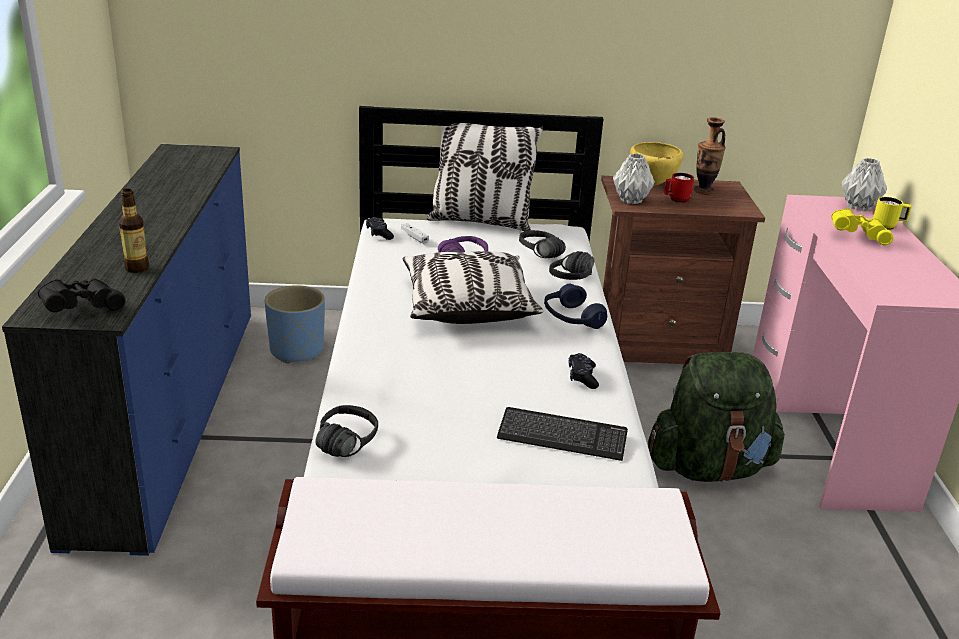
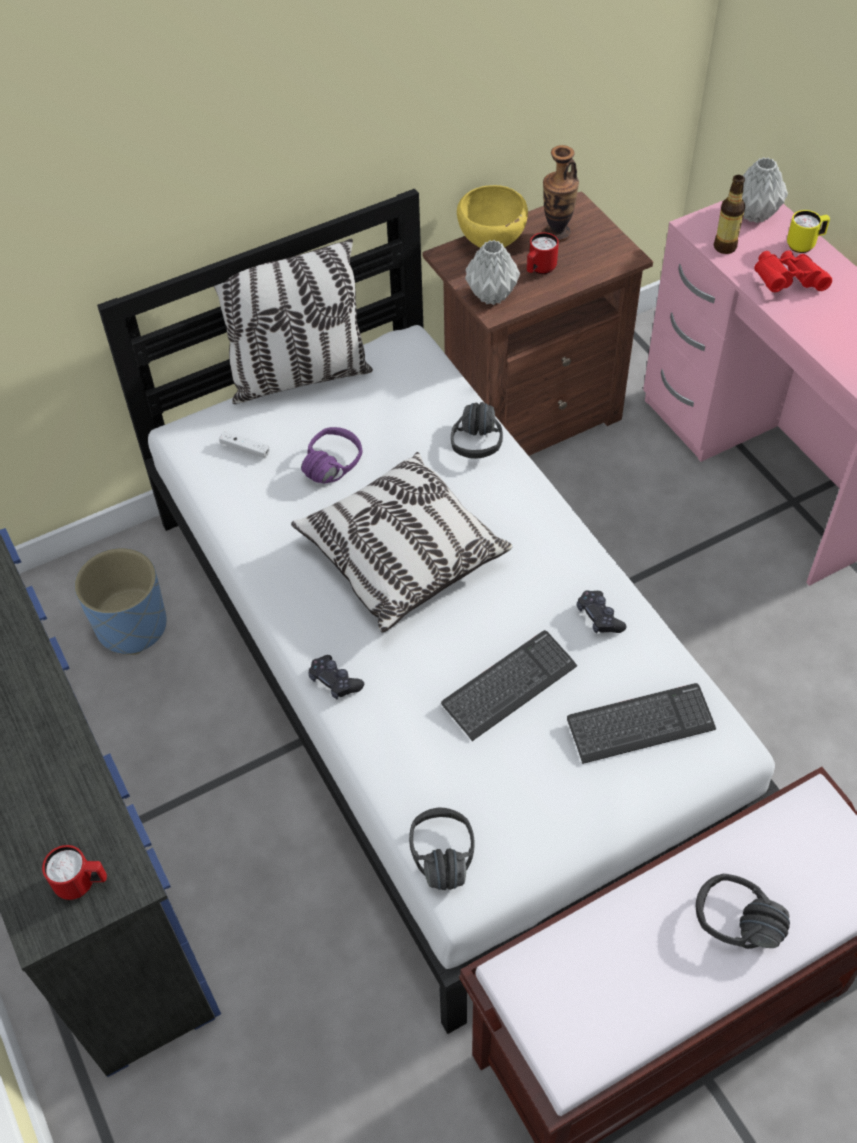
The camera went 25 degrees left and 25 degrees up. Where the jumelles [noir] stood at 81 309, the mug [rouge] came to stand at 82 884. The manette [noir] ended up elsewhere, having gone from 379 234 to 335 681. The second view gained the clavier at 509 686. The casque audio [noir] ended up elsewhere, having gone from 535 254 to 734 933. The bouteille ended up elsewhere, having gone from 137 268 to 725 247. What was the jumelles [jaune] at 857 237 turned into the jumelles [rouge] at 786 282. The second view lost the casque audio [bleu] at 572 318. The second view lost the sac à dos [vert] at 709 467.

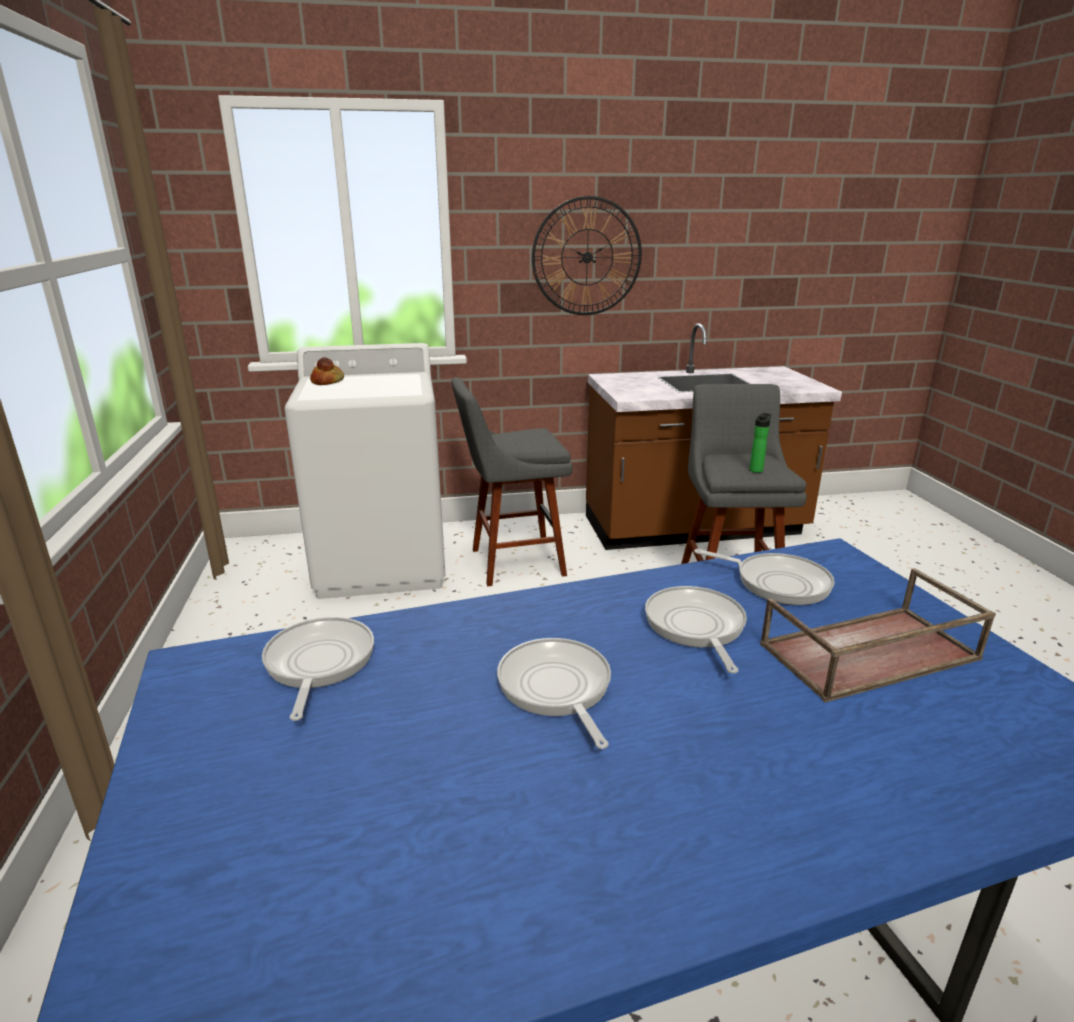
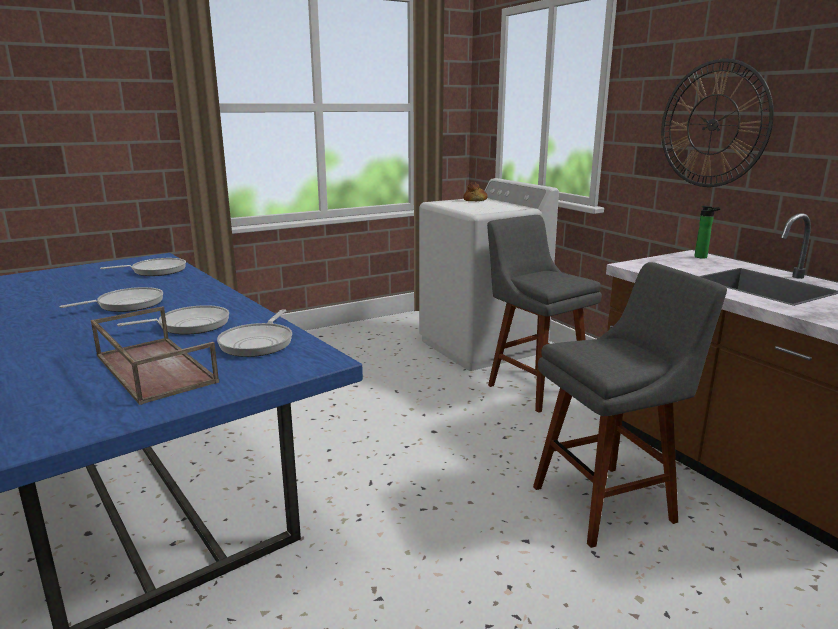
The camera went 70 degrees right and 5 degrees down. The bouteille ended up elsewhere, having gone from 756 469 to 702 257.

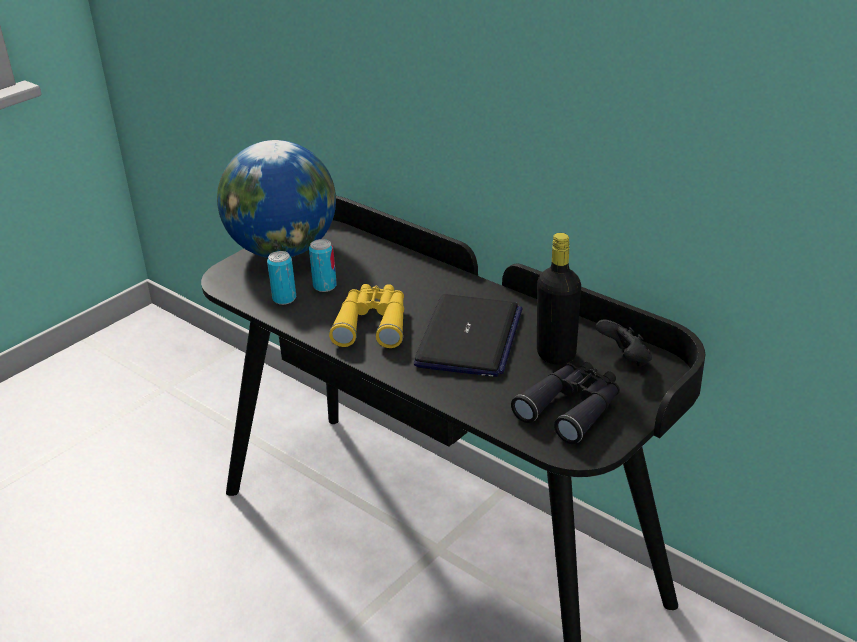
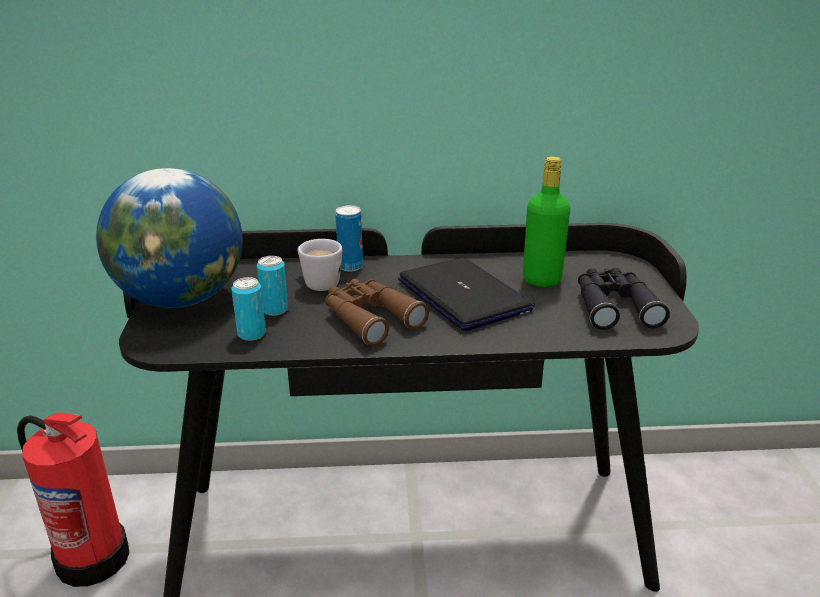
The camera went 45 degrees left and 5 degrees down. The second view gained the extincteur at 91 556. The second view gained the mug [blanc] at 317 282. What was the jumelles [jaune] at 372 323 turned into the jumelles [marron] at 369 318. The second view gained the boîte métallique at 350 266. What was the bouteille [noir] at 556 354 turned into the bouteille [vert] at 541 280. The second view lost the manette [noir] at 625 359.

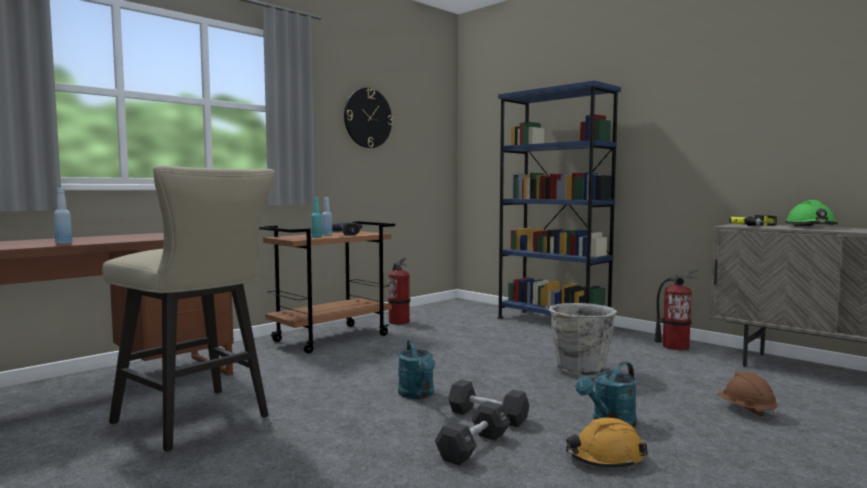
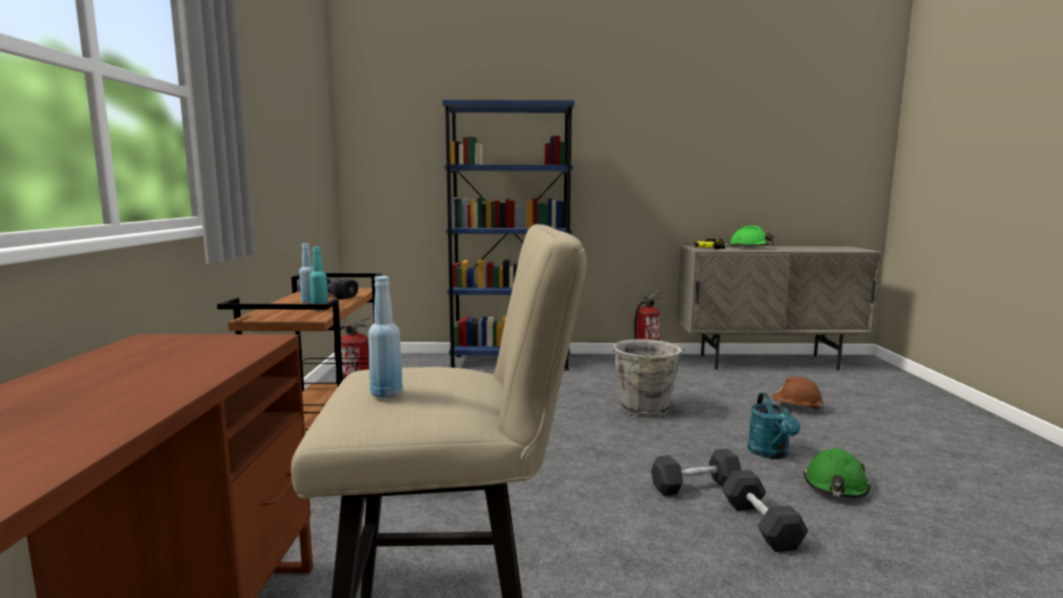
The camera went 45 degrees left and 5 degrees up. The bouteille [bleu] ended up elsewhere, having gone from 64 243 to 386 394. What was the casque de chantier [orange] at 605 458 turned into the casque de chantier [vert] at 835 486. The second view lost the horloge murale at 367 118. The second view lost the arrosoir [turquoise] at 418 395.

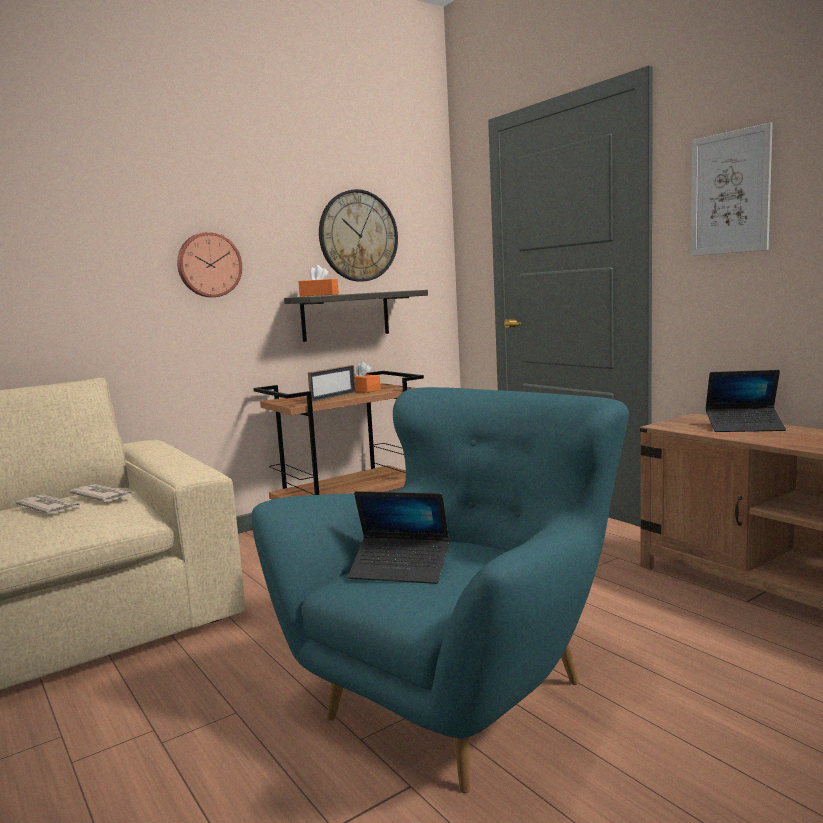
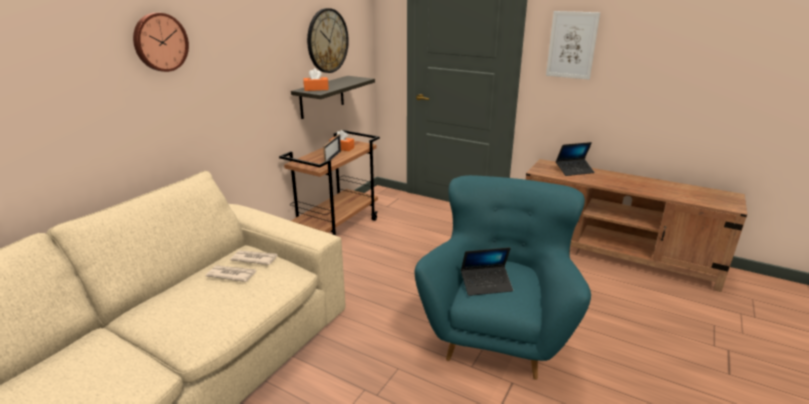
The camera went 25 degrees left and 15 degrees up. The horloge murale ended up elsewhere, having gone from 209 265 to 160 42.

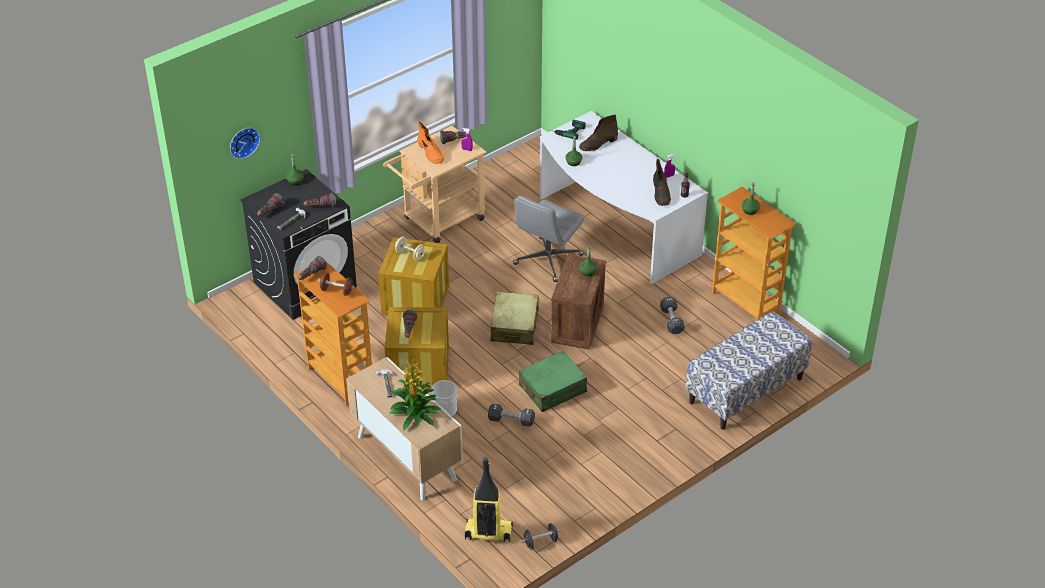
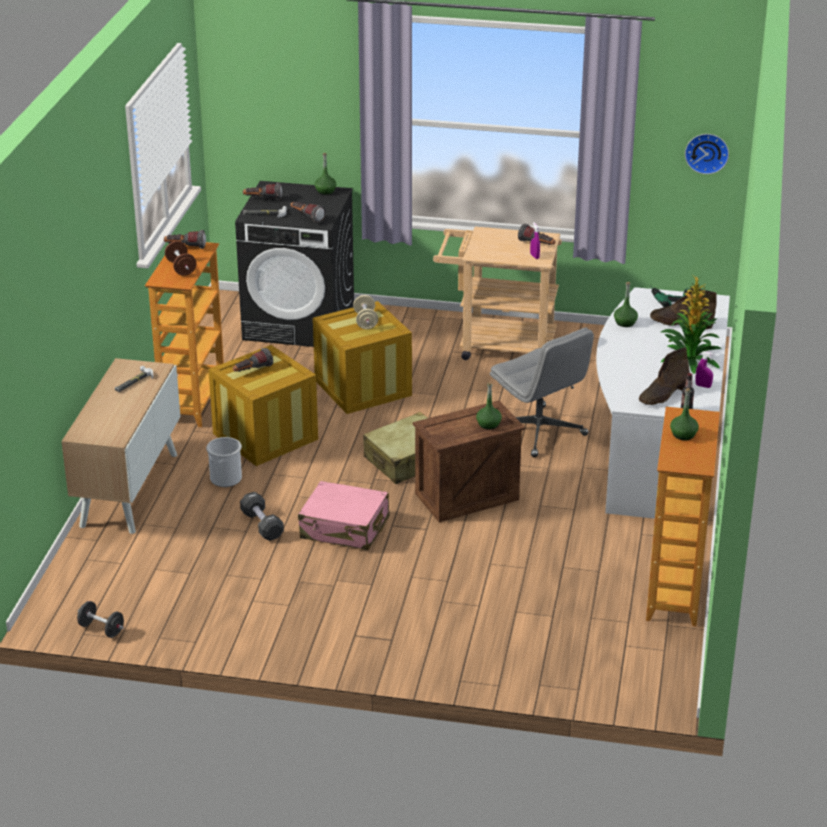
The camera went 50 degrees right and 10 degrees down. What was the valise [vert] at 553 389 turned into the valise [rose] at 345 528. The chaise de bureau [gris] at 547 260 ended up facing another way, 120 degrees counterclockwise from before. The plante en pot ended up elsewhere, having gone from 414 415 to 689 360. The horloge murale ended up elsewhere, having gone from 243 141 to 707 152. The second view lost the botte [orange] at 431 153. The second view lost the aspirateur at 488 533. The second view lost the haltère [noir] at 671 321. The second view lost the banc at 746 391.

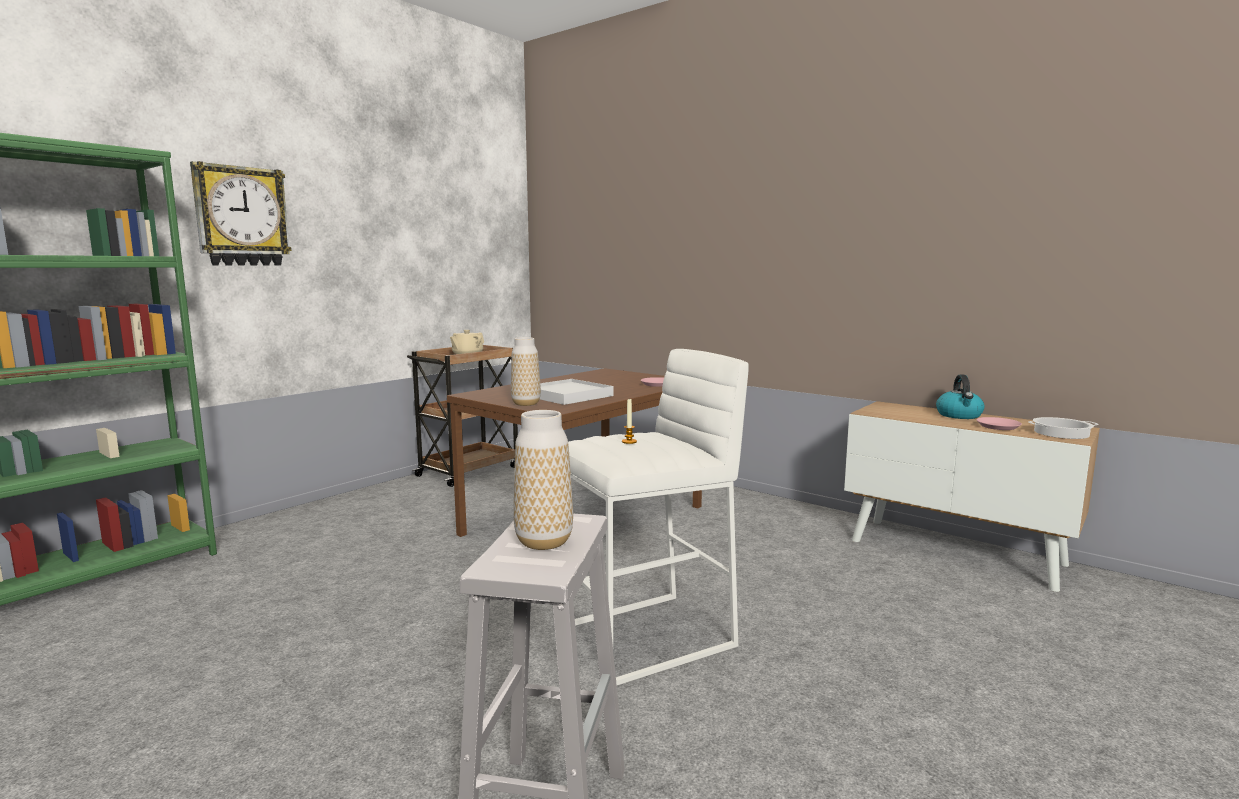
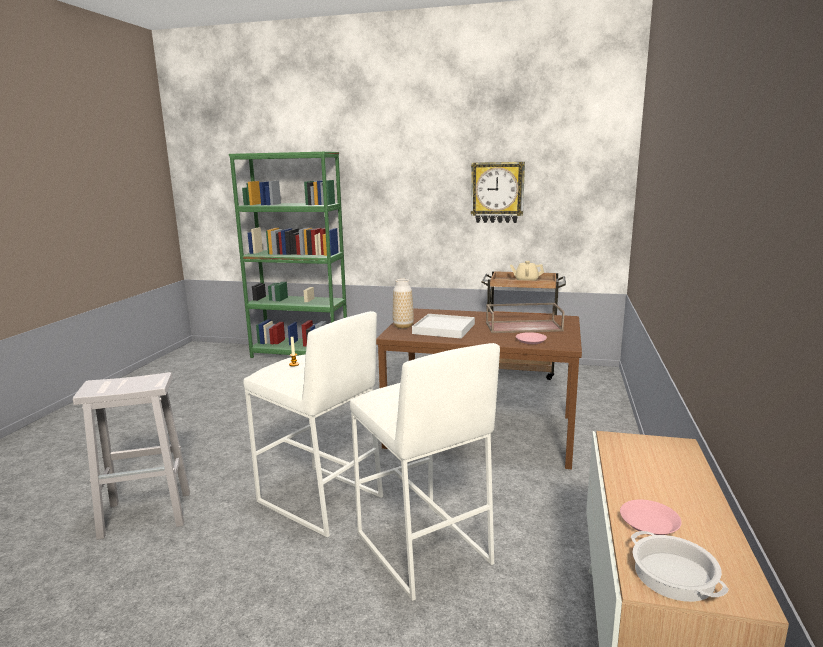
The camera went 65 degrees right and 5 degrees up. The second view gained the tabouret [blanc] at 422 548. The horloge murale ended up elsewhere, having gone from 241 216 to 497 192. The second view gained the plateau [marron] at 524 326. The second view lost the vase at 544 542. The second view lost the bouilloire at 959 415.

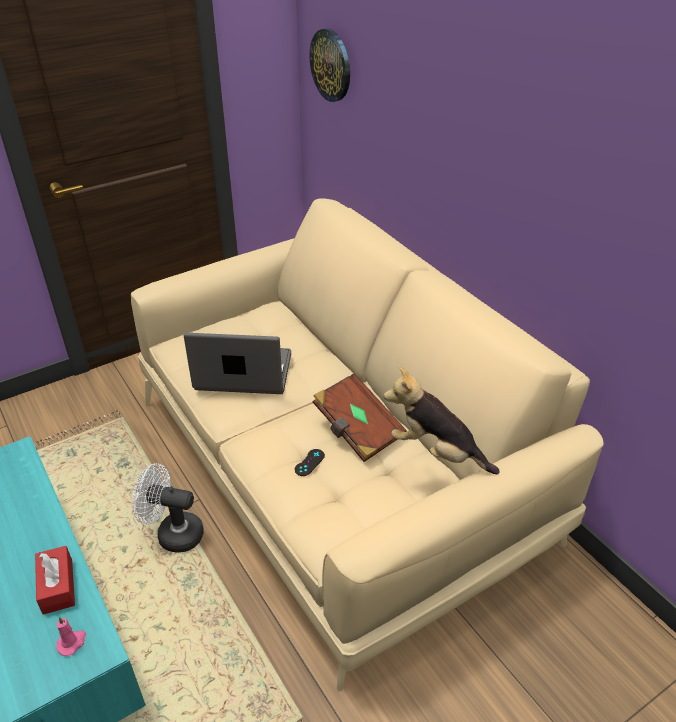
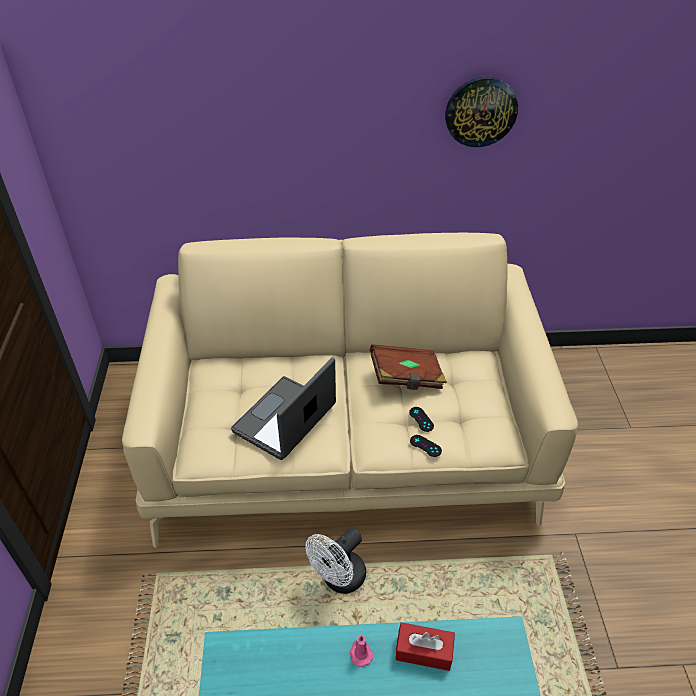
The camera went 60 degrees left and 5 degrees up. The bougie [rose] ended up elsewhere, having gone from 72 642 to 360 653. The second view gained the manette [noir] at 425 446. The horloge murale ended up elsewhere, having gone from 331 65 to 481 111. The second view lost the peluche at 436 452.

